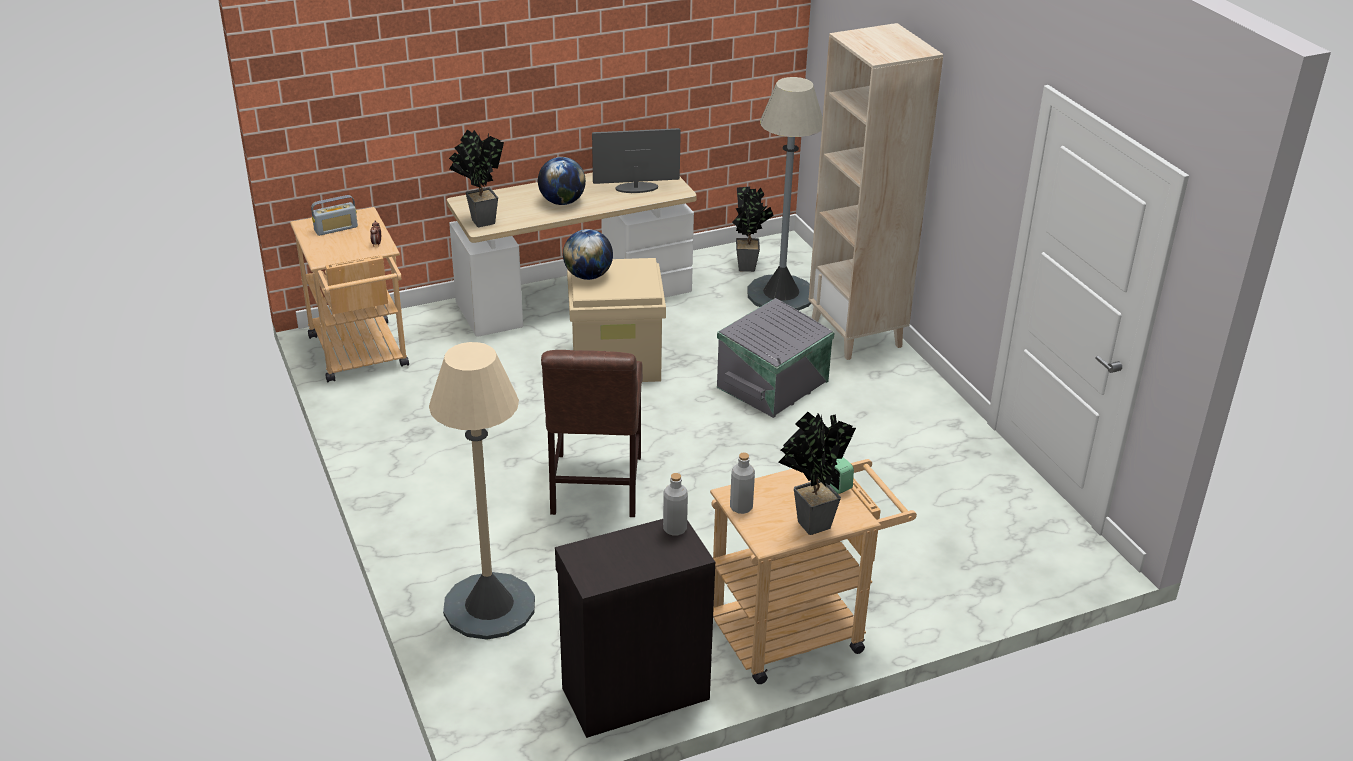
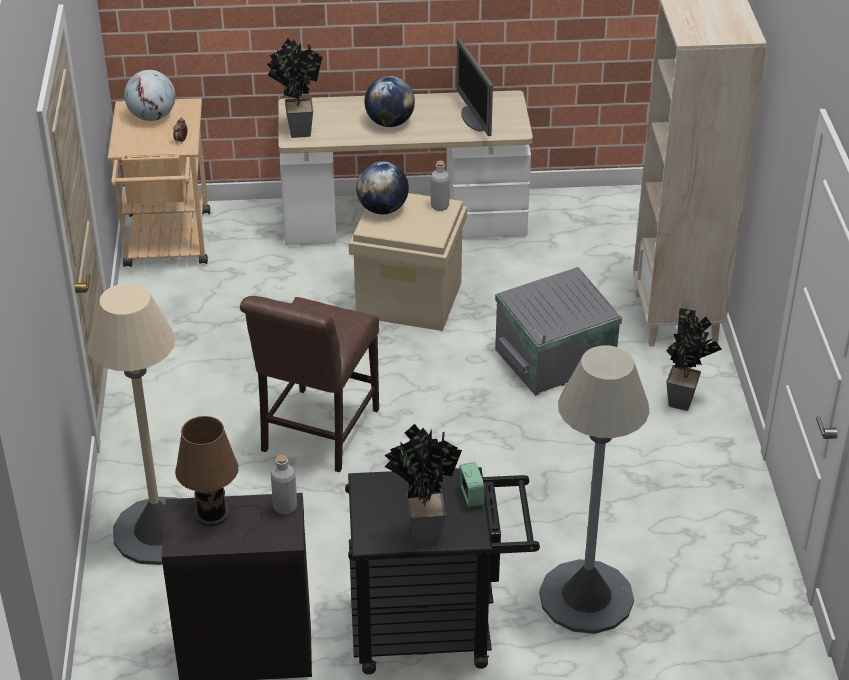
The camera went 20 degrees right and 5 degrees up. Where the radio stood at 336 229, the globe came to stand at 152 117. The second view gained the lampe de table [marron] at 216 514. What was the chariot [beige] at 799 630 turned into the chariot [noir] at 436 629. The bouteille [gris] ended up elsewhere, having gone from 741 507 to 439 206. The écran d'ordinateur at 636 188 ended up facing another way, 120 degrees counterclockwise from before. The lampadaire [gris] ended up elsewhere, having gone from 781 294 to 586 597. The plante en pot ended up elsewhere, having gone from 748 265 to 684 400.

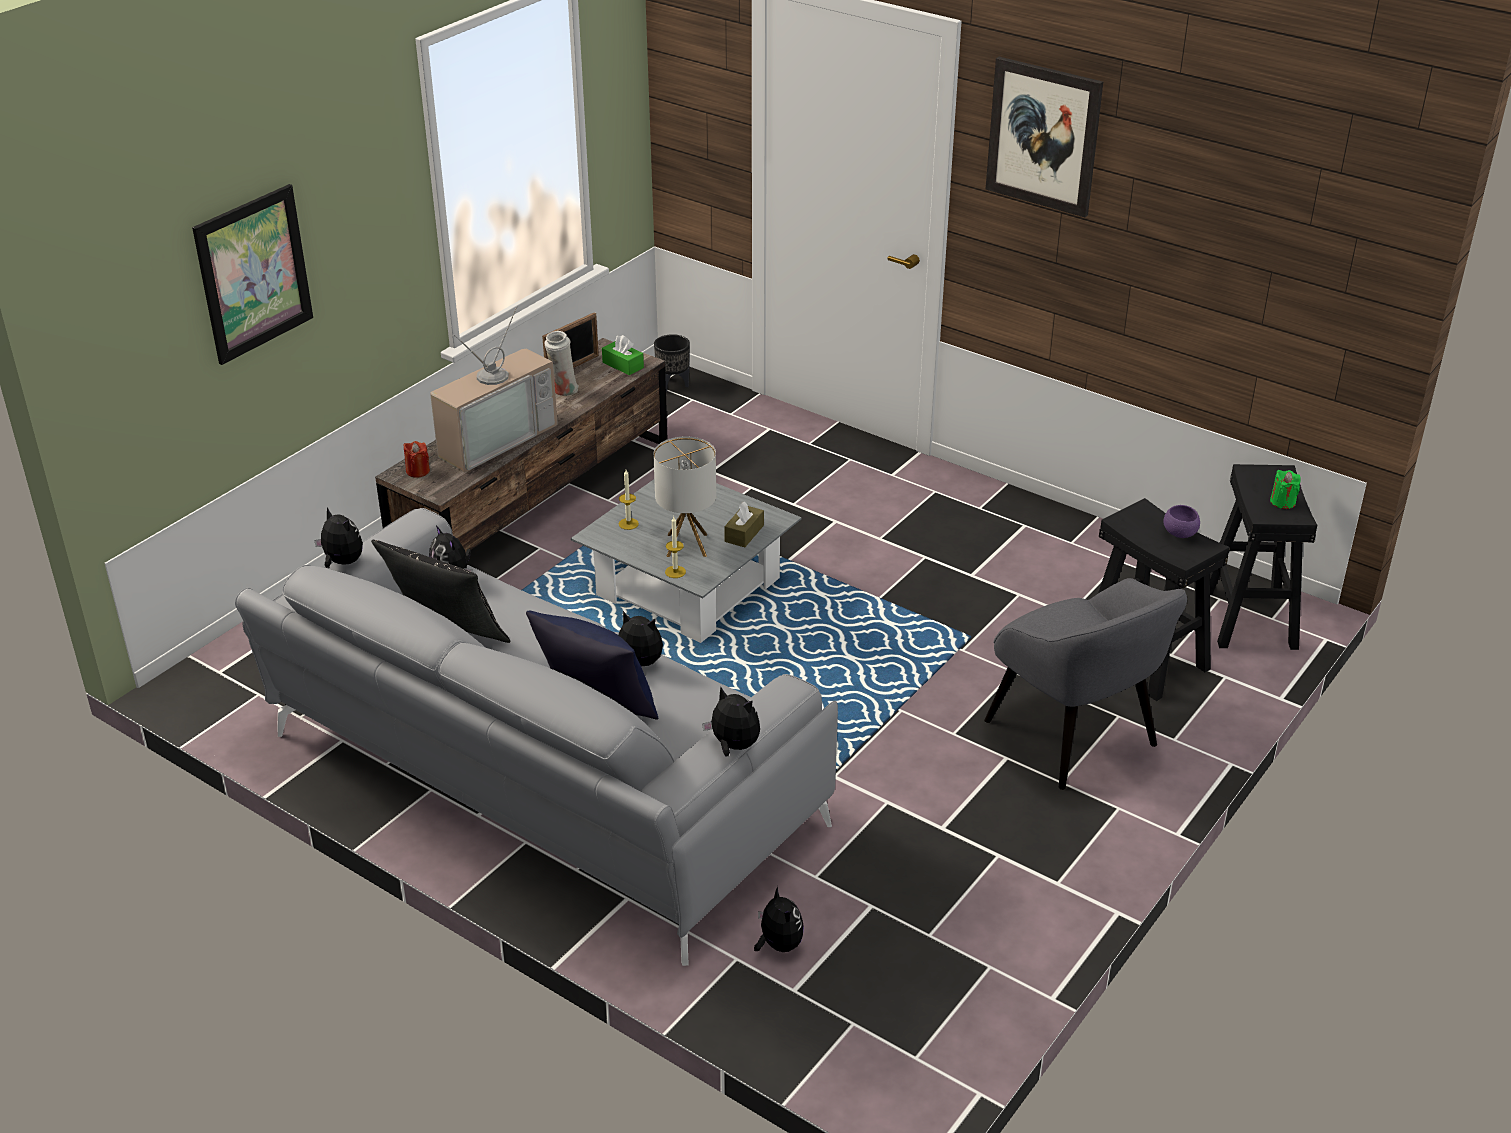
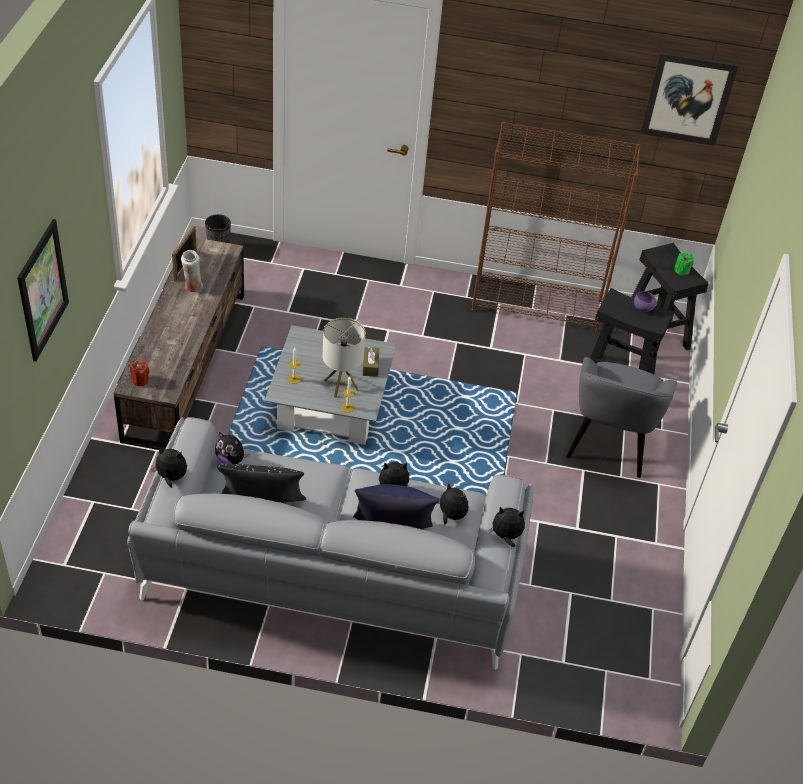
The camera went 30 degrees left and 10 degrees up. The peluche ended up elsewhere, having gone from 778 944 to 450 515. The second view gained the bibliothèque [marron] at 537 305. The fauteuil [gris] at 1073 735 ended up facing another way, 75 degrees clockwise from before. The tableau ended up elsewhere, having gone from 1043 136 to 688 98. The second view lost the téléviseur at 493 437. The second view lost the boîte à mouchoirs [vert] at 623 365.

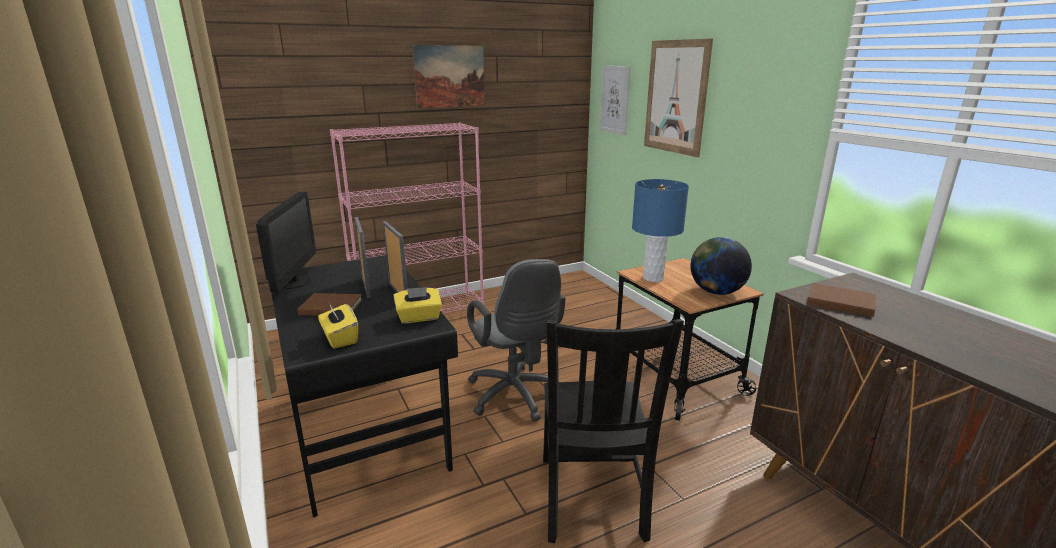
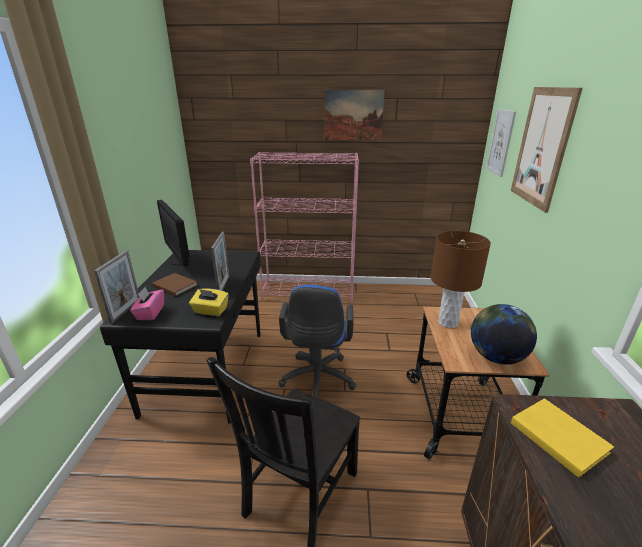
The camera went 30 degrees right and 5 degrees up. The cadre photo ended up elsewhere, having gone from 366 287 to 126 310. What was the boîte à mouchoirs [jaune] at 340 338 turned into the boîte à mouchoirs [rose] at 150 313. The écran d'ordinateur at 294 282 ended up facing another way, 120 degrees clockwise from before. What was the chaise de bureau [gris] at 516 397 turned into the chaise de bureau [bleu] at 317 382. What was the lampe de table [bleu] at 653 278 turned into the lampe de table [marron] at 448 323. What was the livre [marron] at 838 301 turned into the livre [jaune] at 557 435.

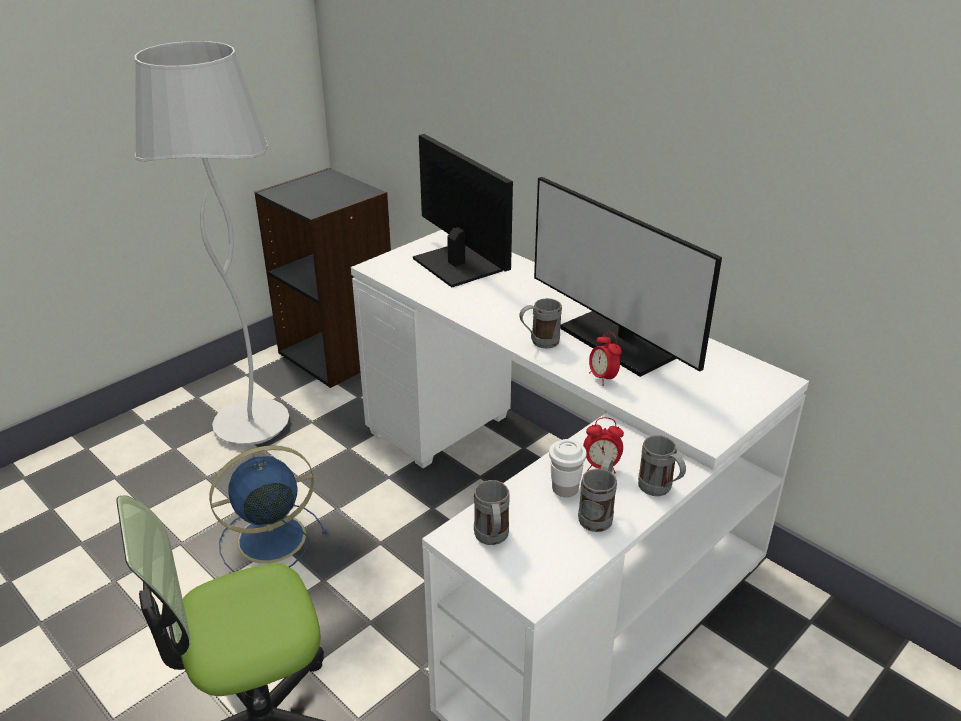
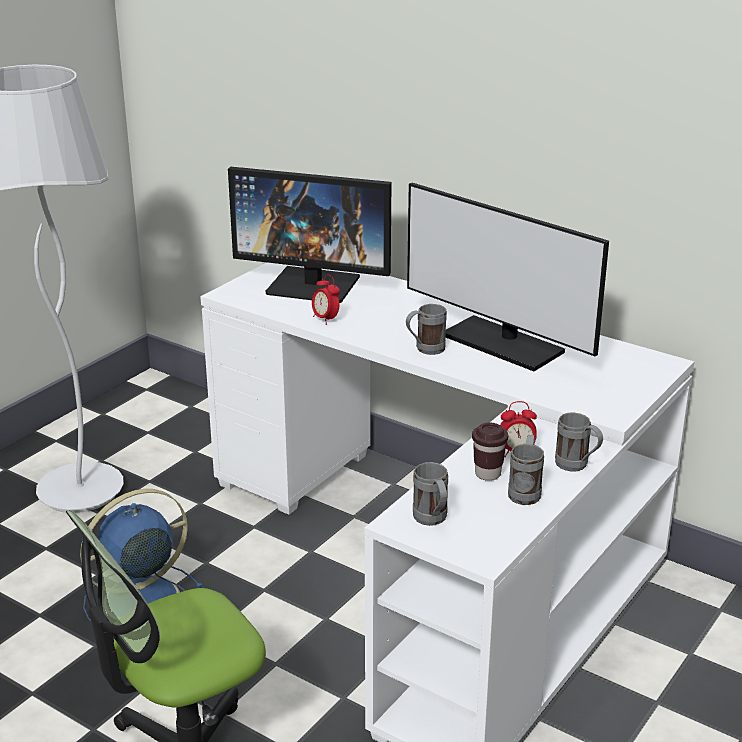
The camera went 10 degrees left and 5 degrees down. The écran d'ordinateur at 457 264 ended up facing another way, 150 degrees clockwise from before. The réveil ended up elsewhere, having gone from 602 378 to 325 319. What was the tasse [blanc] at 565 489 turned into the tasse [marron] at 488 474. The second view lost the bibliothèque [noir] at 339 353.

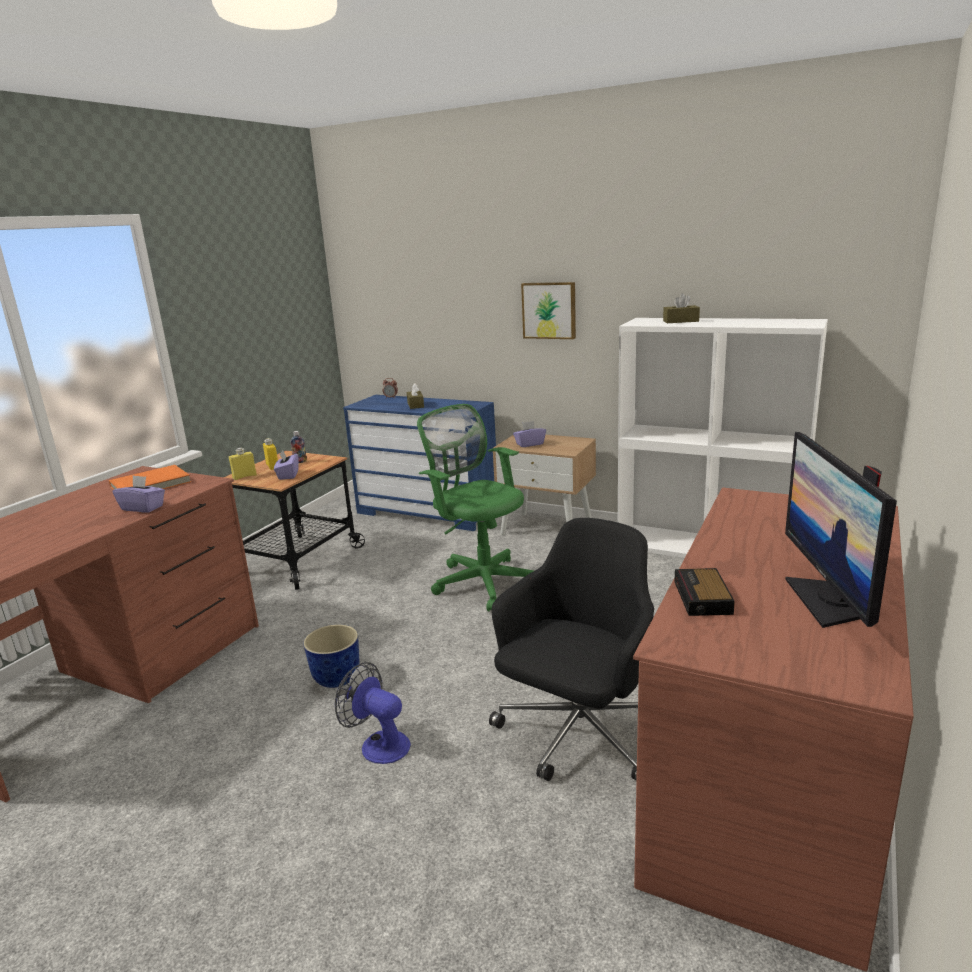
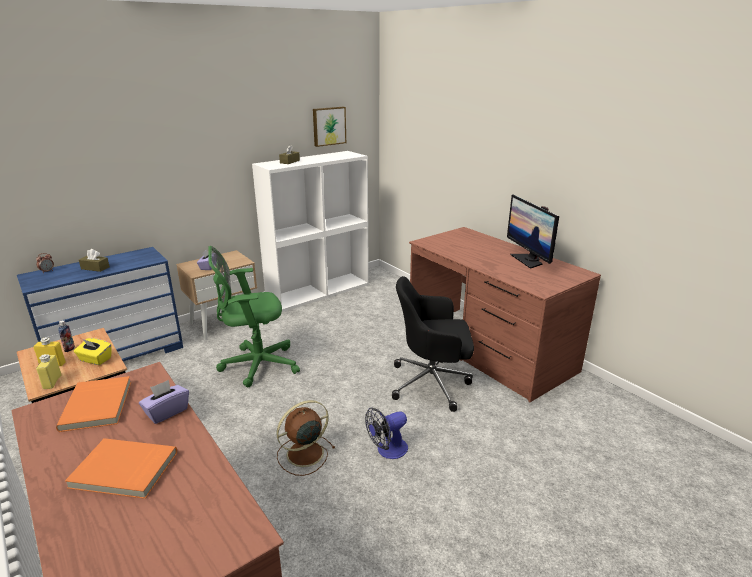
The camera went 65 degrees left and 5 degrees up. The second view gained the livre [orange] at 123 471. What was the boîte à mouchoirs [violet] at 288 475 turned into the boîte à mouchoirs [jaune] at 95 359. Where the cache-pot stood at 336 679, the ventilateur [marron] came to stand at 303 454. The tableau ended up elsewhere, having gone from 549 310 to 328 126. The chaise de bureau [noir] at 578 735 ended up facing another way, 60 degrees counterclockwise from before. The écran d'ordinateur at 828 601 ended up facing another way, 45 degrees clockwise from before. The second view lost the réveil at 703 598.

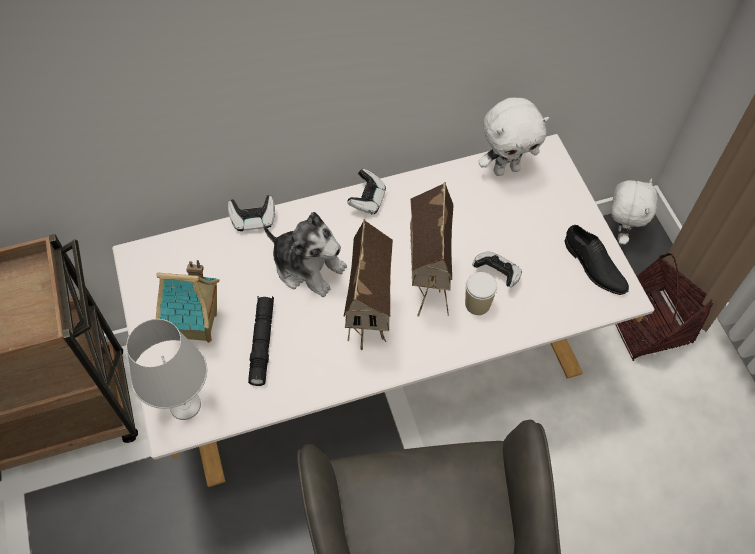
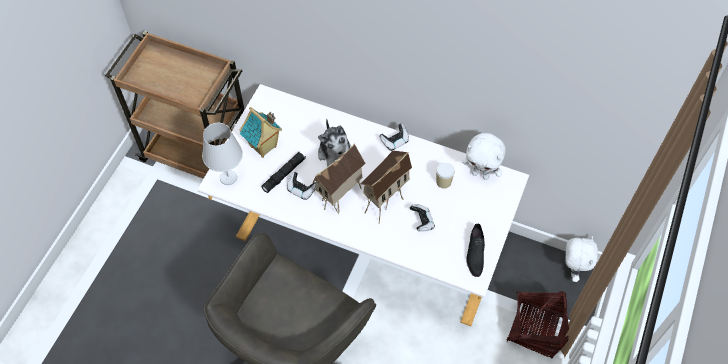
The camera went 40 degrees right and 0 degrees up. The manette ended up elsewhere, having gone from 253 220 to 301 190. The tasse ended up elsewhere, having gone from 477 304 to 443 182. The peluche [blanc] at 620 232 ended up facing another way, 45 degrees counterclockwise from before.

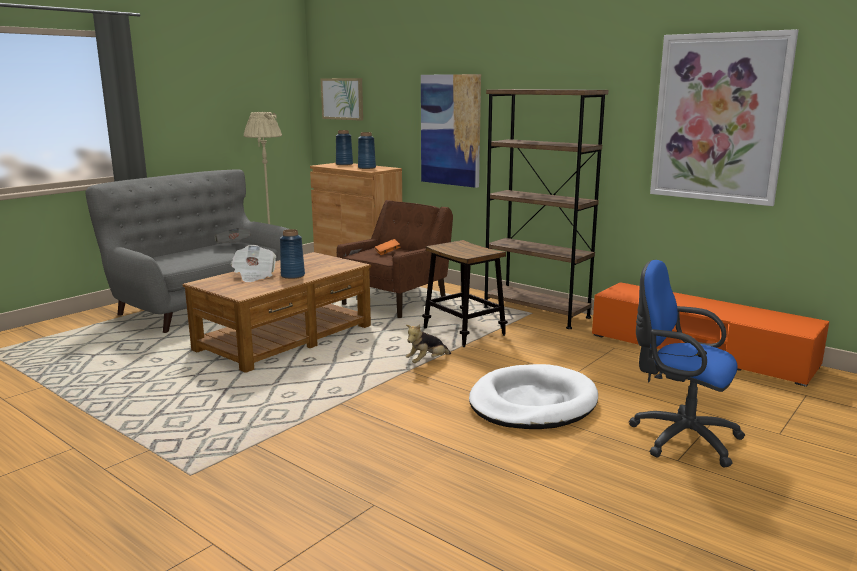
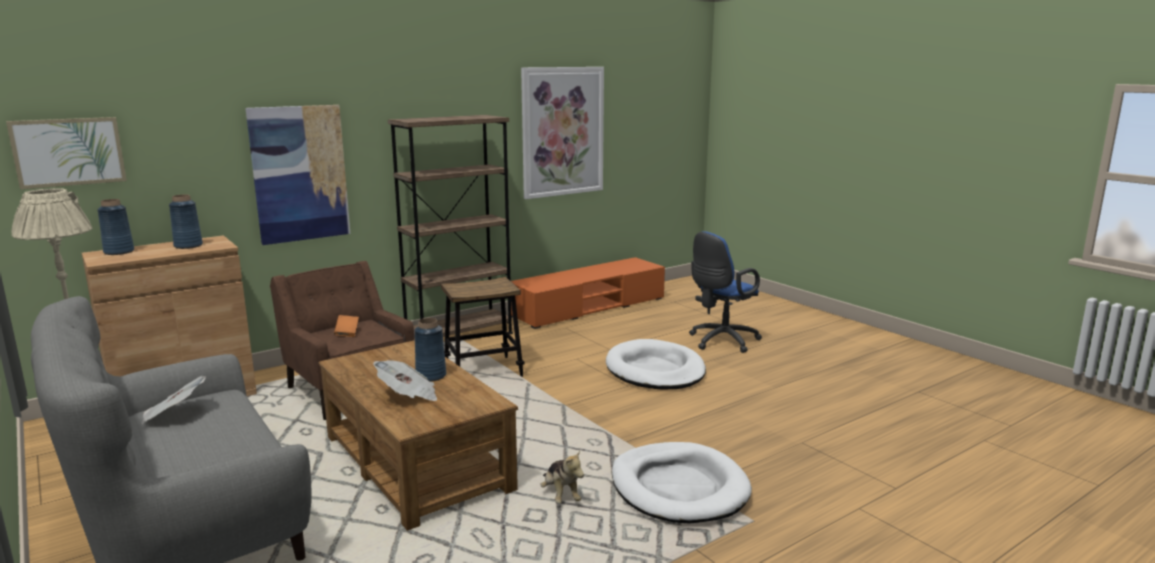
The camera went 75 degrees left and 0 degrees up. The peluche ended up elsewhere, having gone from 427 362 to 561 495. The second view gained the panier pour chien [blanc] at 679 487.

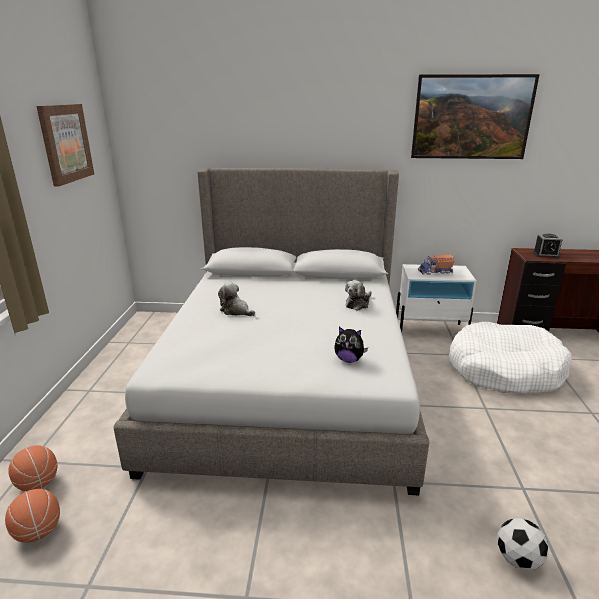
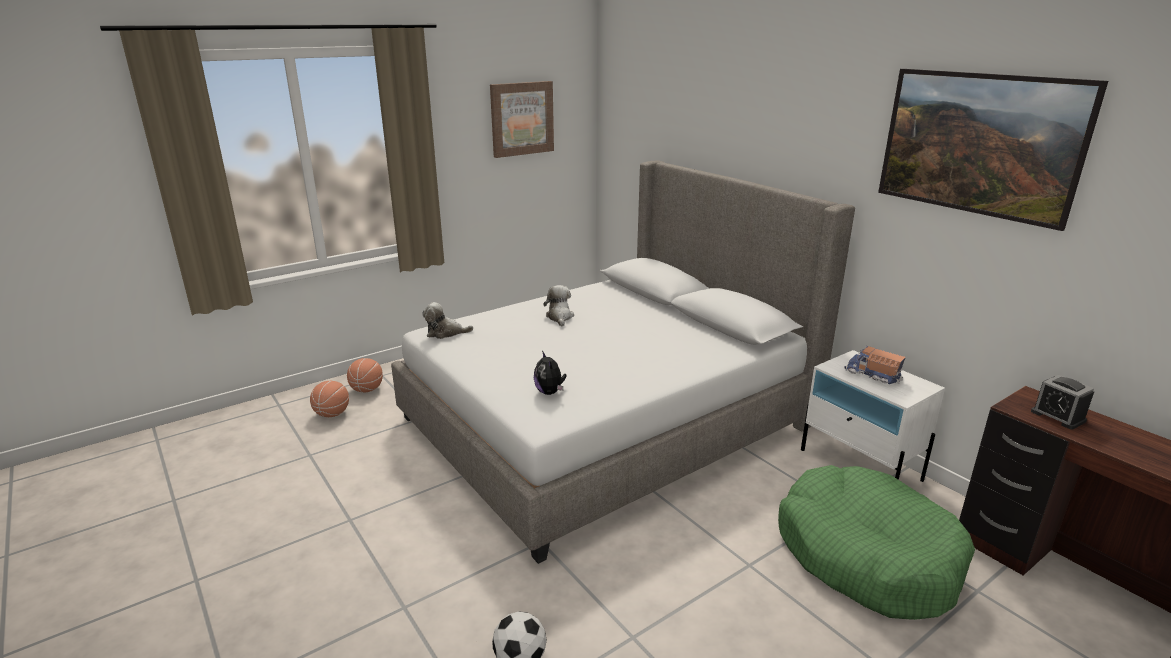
The camera went 50 degrees right and 0 degrees up. The peluche ended up elsewhere, having gone from 358 303 to 445 333. What was the panier pour chien [blanc] at 504 370 turned into the panier pour chien [vert] at 866 555.

